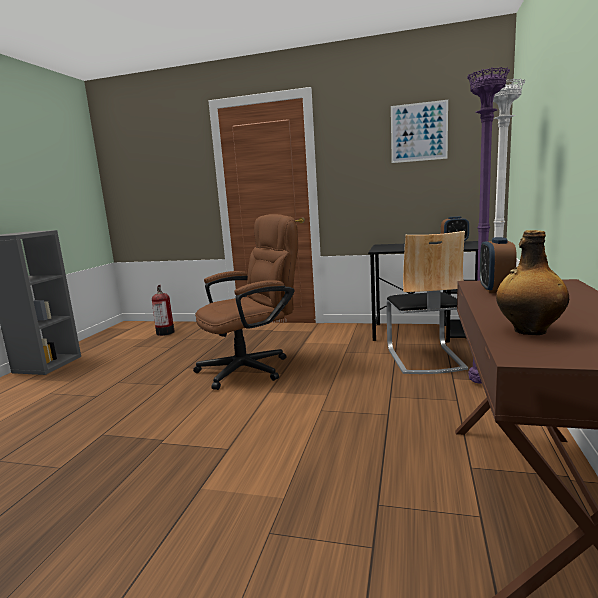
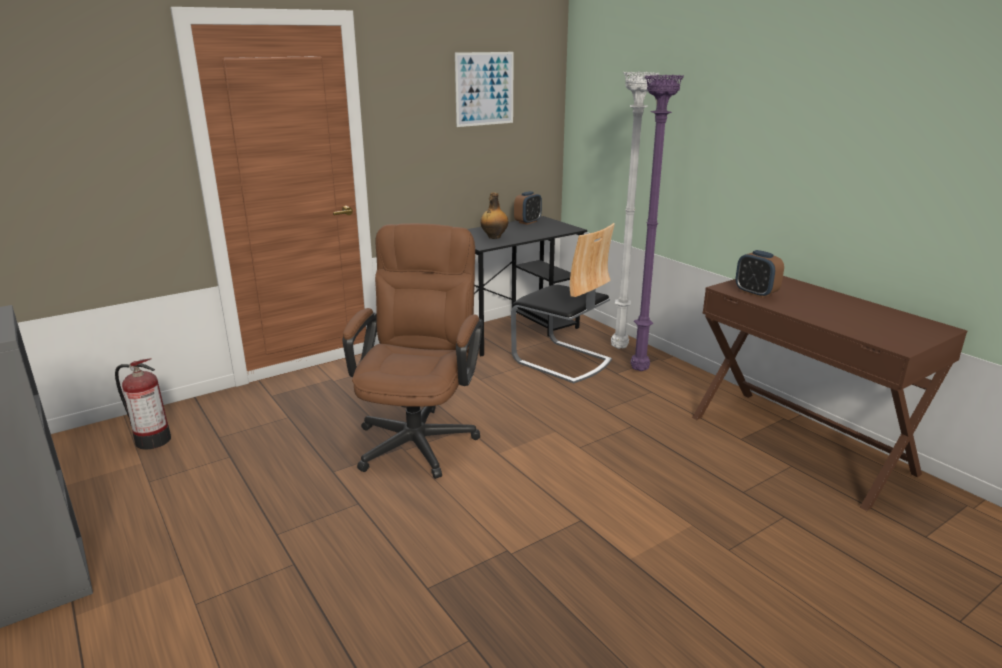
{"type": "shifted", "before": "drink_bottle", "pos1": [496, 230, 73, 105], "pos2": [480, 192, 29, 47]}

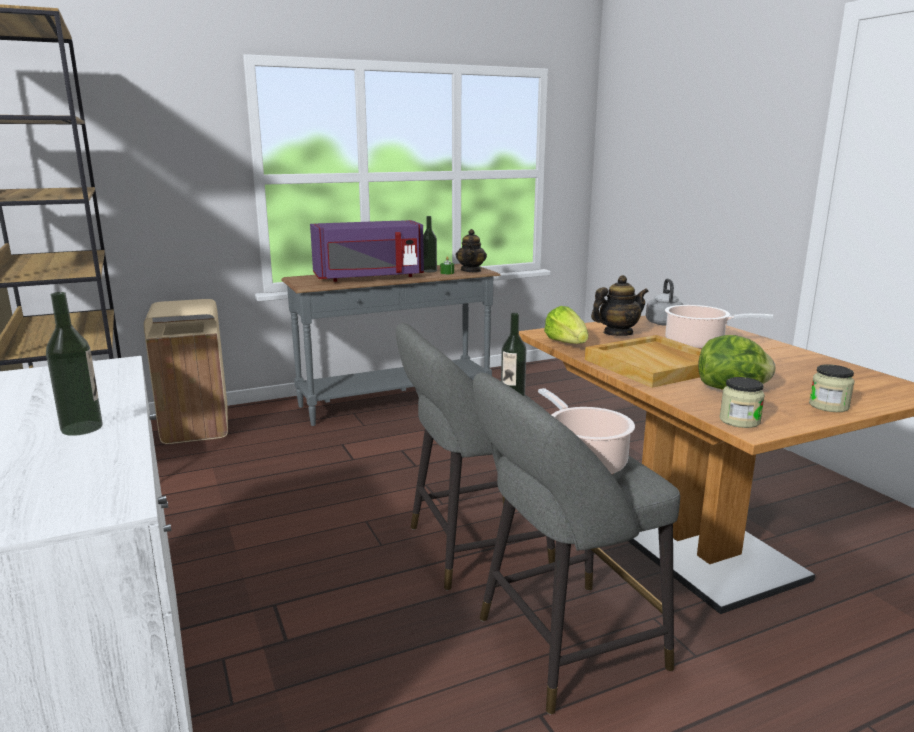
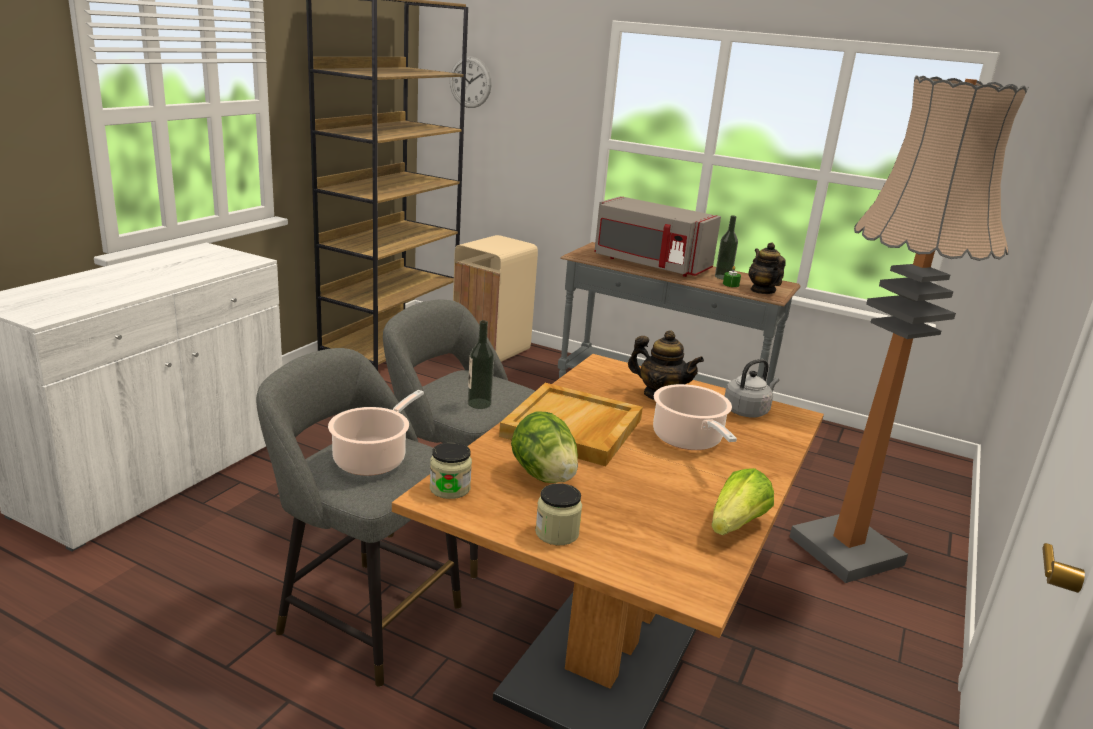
{"type": "gone", "before": "drink_bottle", "pos1": [46, 292, 57, 144]}
{"type": "repainted", "before": "purple-coloured_microwave", "after": "grey_microwave", "pos1": [310, 220, 114, 62], "pos2": [594, 196, 127, 81]}
{"type": "rotated", "before": "tea_pot", "pos1": [456, 229, 31, 43], "pos2": [748, 242, 38, 52], "turn": 105}
{"type": "shifted", "before": "head_of_lettuce", "pos1": [544, 306, 44, 38], "pos2": [711, 468, 63, 67]}
{"type": "new", "after": "hanging_clock", "pos2": [450, 56, 42, 52]}
{"type": "new", "after": "standard_lamp", "pos2": [790, 76, 239, 507]}

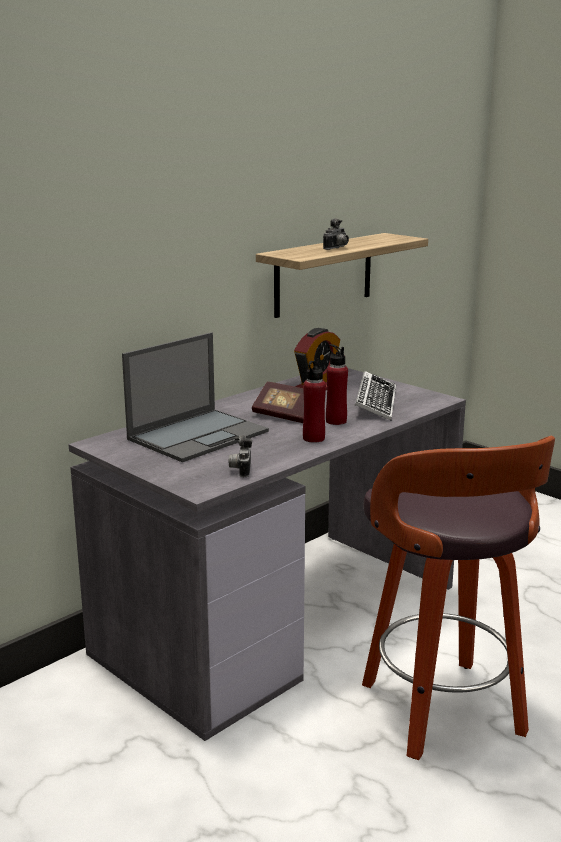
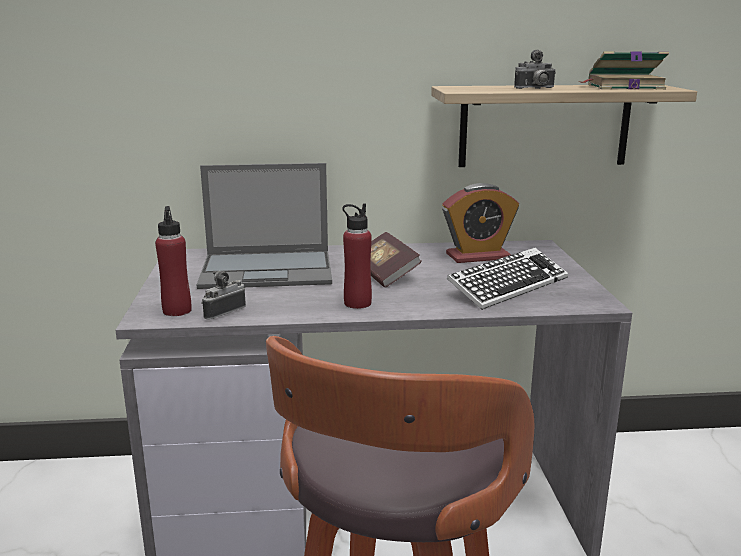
{"type": "shifted", "before": "reddish_drink_bottle", "pos1": [326, 344, 22, 81], "pos2": [155, 206, 36, 110]}
{"type": "new", "after": "bound_book", "pos2": [578, 51, 91, 38]}

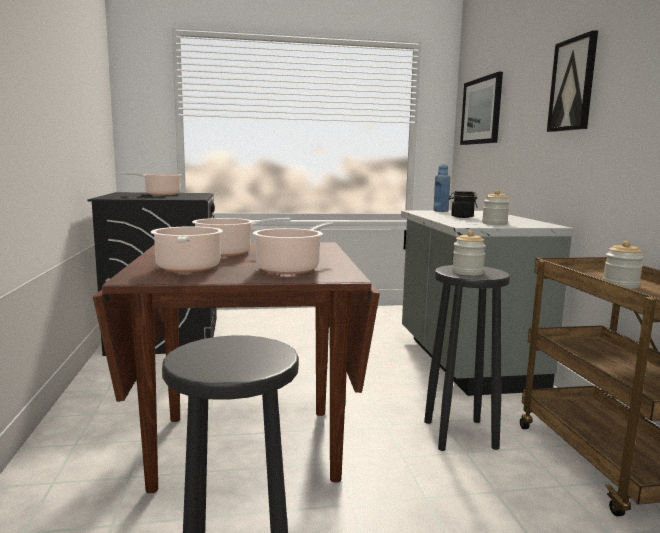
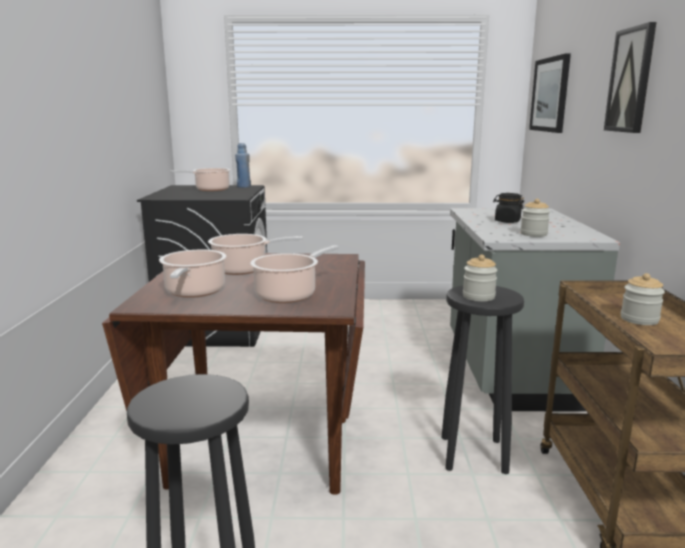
{"type": "shifted", "before": "bluish_drink_bottle", "pos1": [433, 164, 17, 48], "pos2": [235, 143, 16, 45]}

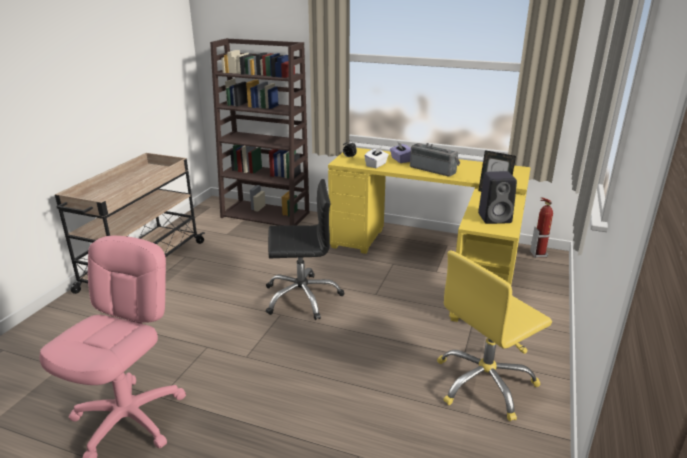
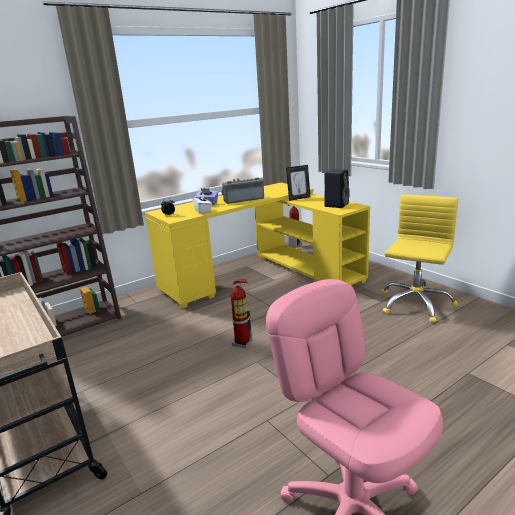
{"type": "swapped", "before": "black_computer_chair", "after": "extinguisher", "pos1": [266, 179, 79, 141], "pos2": [231, 279, 21, 69]}
{"type": "rotated", "before": "yellow-coloured_computer_chair", "pos1": [437, 251, 115, 170], "pos2": [381, 194, 77, 129], "turn": -150}

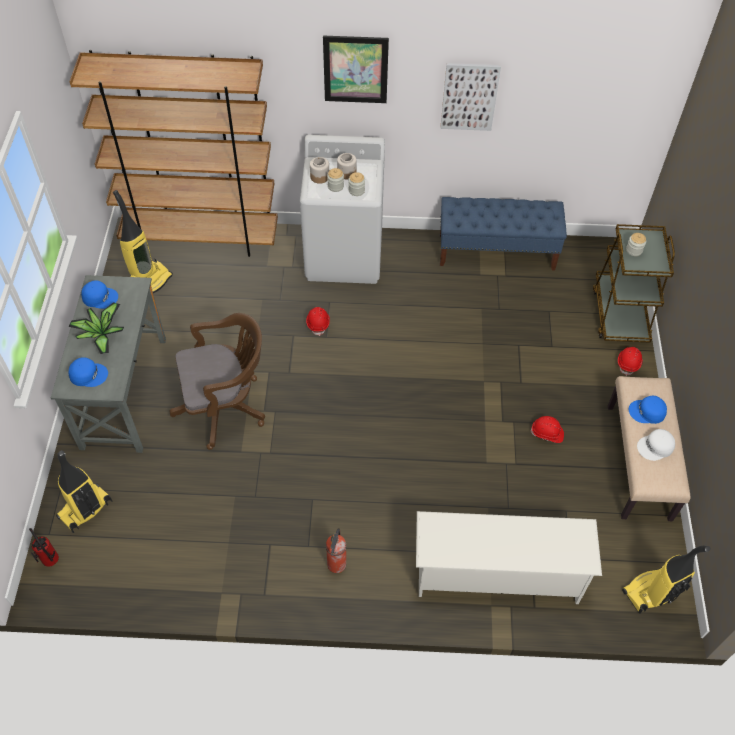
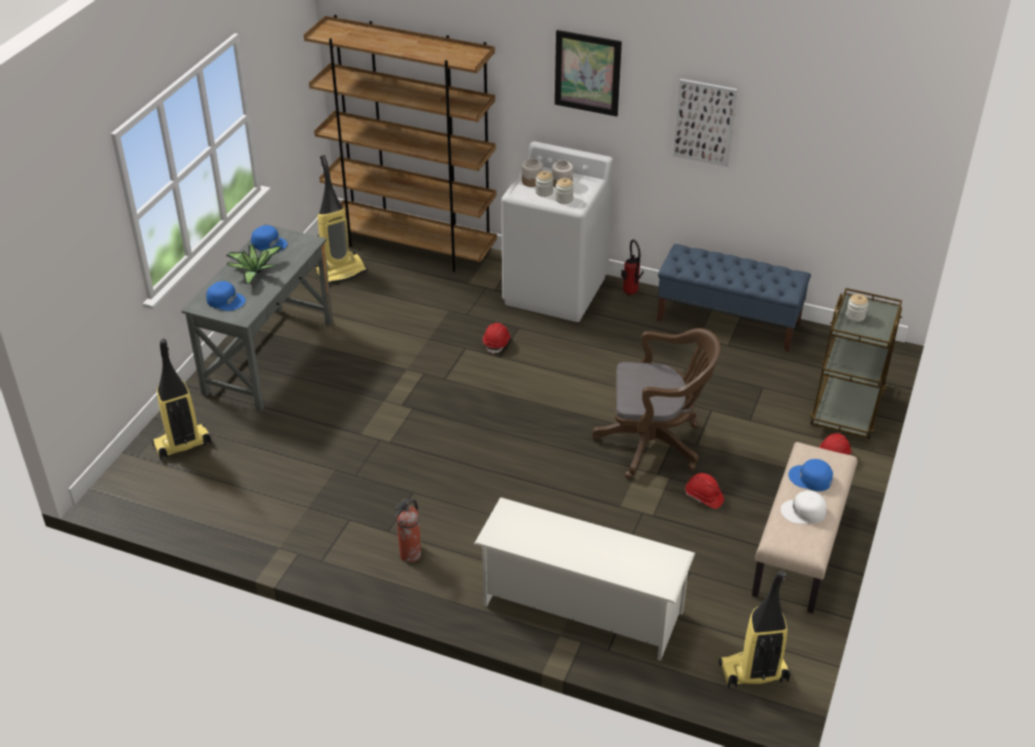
{"type": "shifted", "before": "extinguisher", "pos1": [29, 528, 30, 39], "pos2": [621, 239, 22, 56]}
{"type": "shifted", "before": "brown_computer_chair", "pos1": [169, 313, 96, 137], "pos2": [592, 328, 128, 151]}

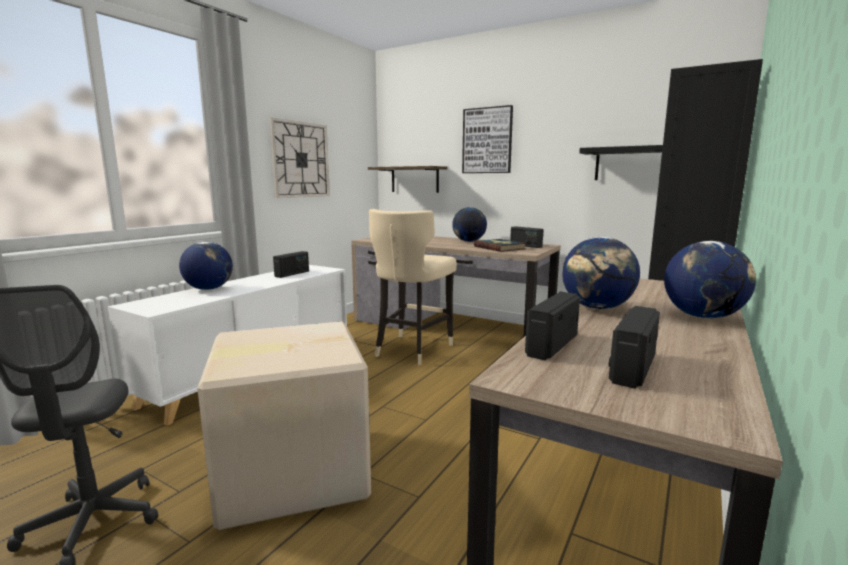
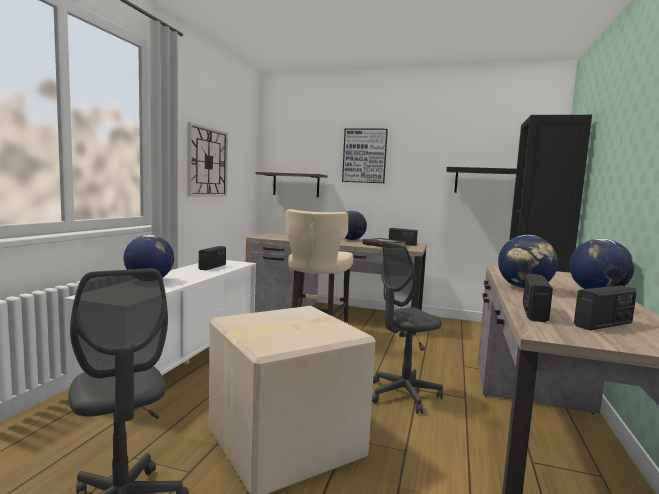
{"type": "rotated", "before": "radio", "pos1": [609, 306, 51, 83], "pos2": [574, 285, 63, 45], "turn": -135}
{"type": "new", "after": "grey_computer_chair", "pos2": [372, 241, 71, 173]}

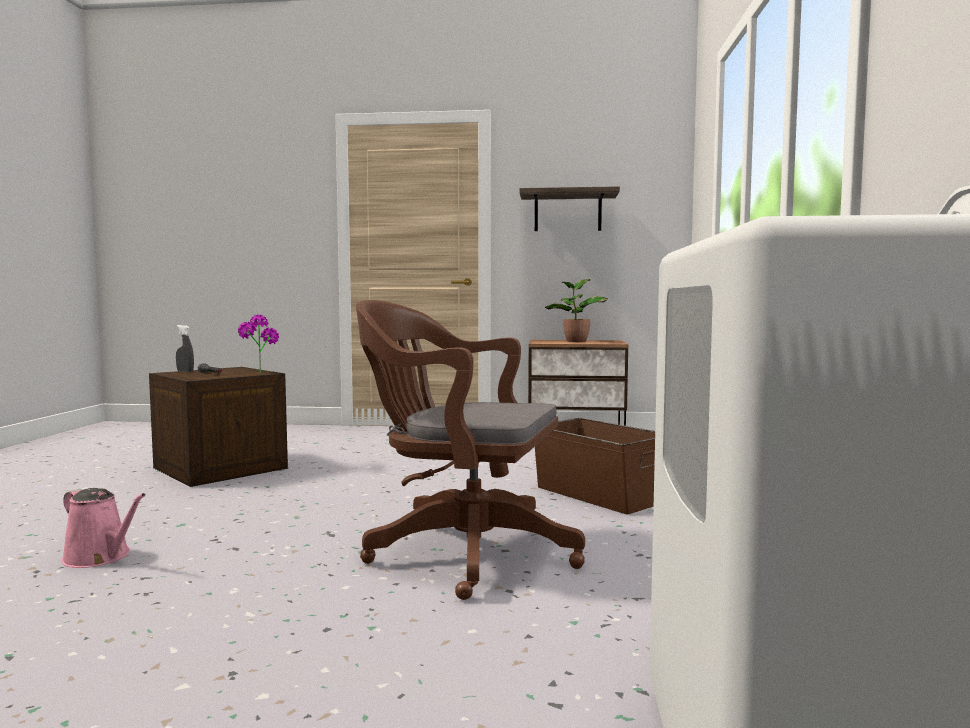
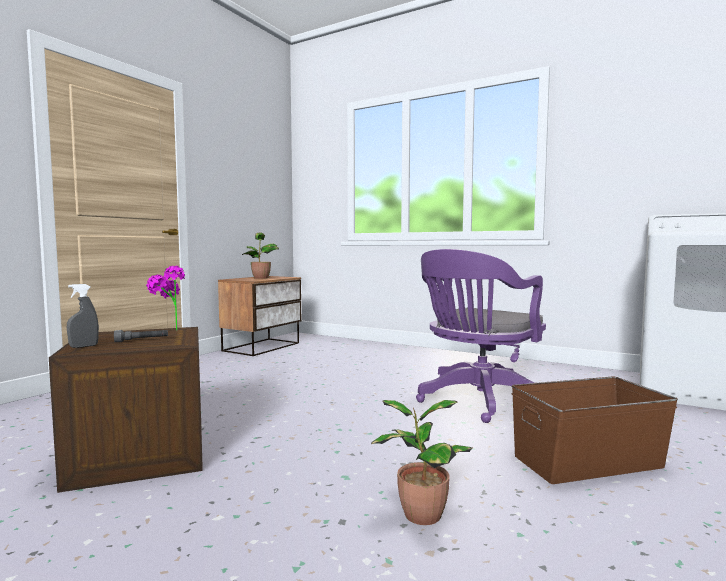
{"type": "swapped", "before": "pinkish_watering_pot", "after": "houseplant", "pos1": [61, 488, 85, 80], "pos2": [371, 400, 101, 125]}
{"type": "repainted", "before": "brown_computer_chair", "after": "purple-coloured_computer_chair", "pos1": [356, 300, 229, 300], "pos2": [416, 249, 130, 174]}
{"type": "gone", "before": "bracket_shelf", "pos1": [519, 186, 101, 45]}
{"type": "shifted", "before": "brown_storage_bin", "pos1": [535, 418, 120, 96], "pos2": [512, 377, 166, 107]}

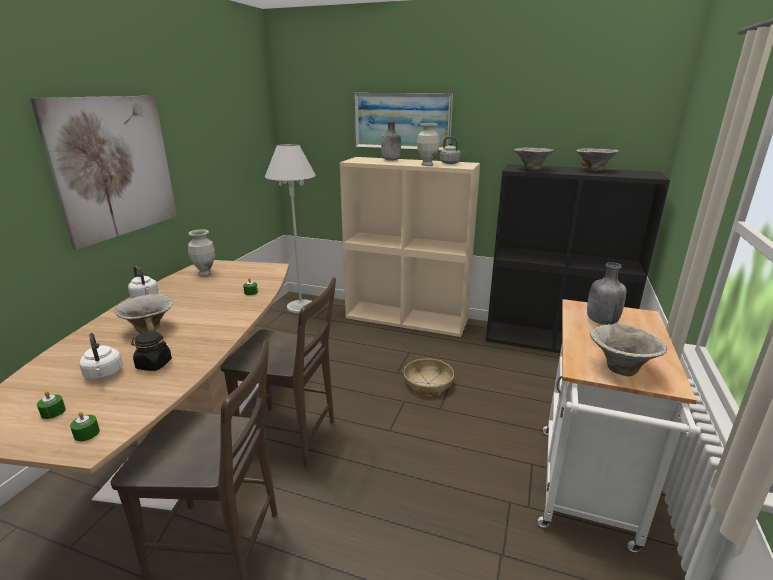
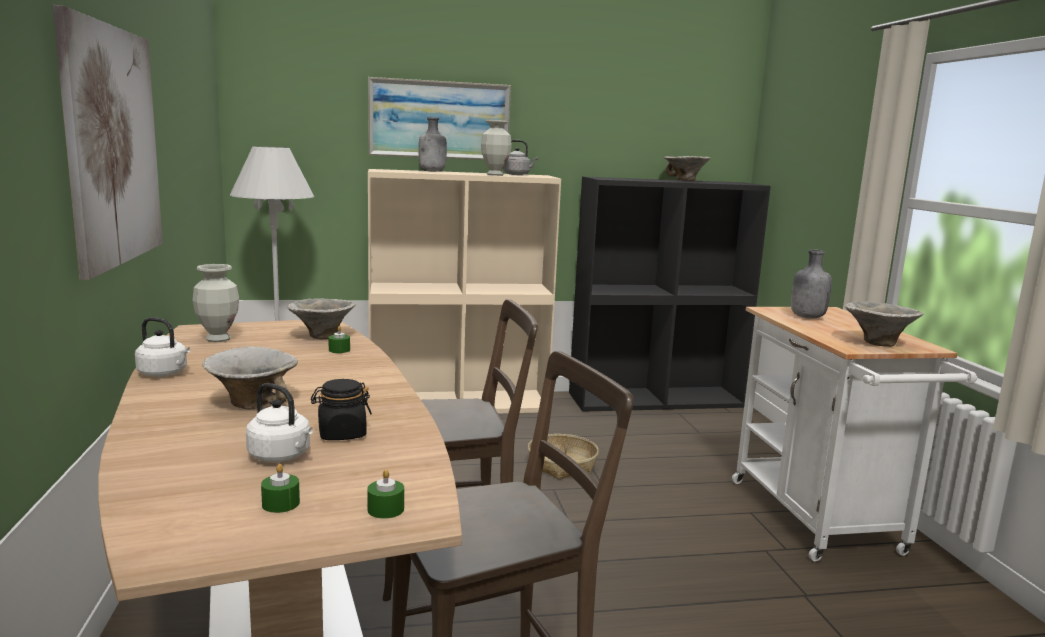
{"type": "shifted", "before": "deep_dish", "pos1": [514, 147, 40, 23], "pos2": [287, 298, 69, 41]}

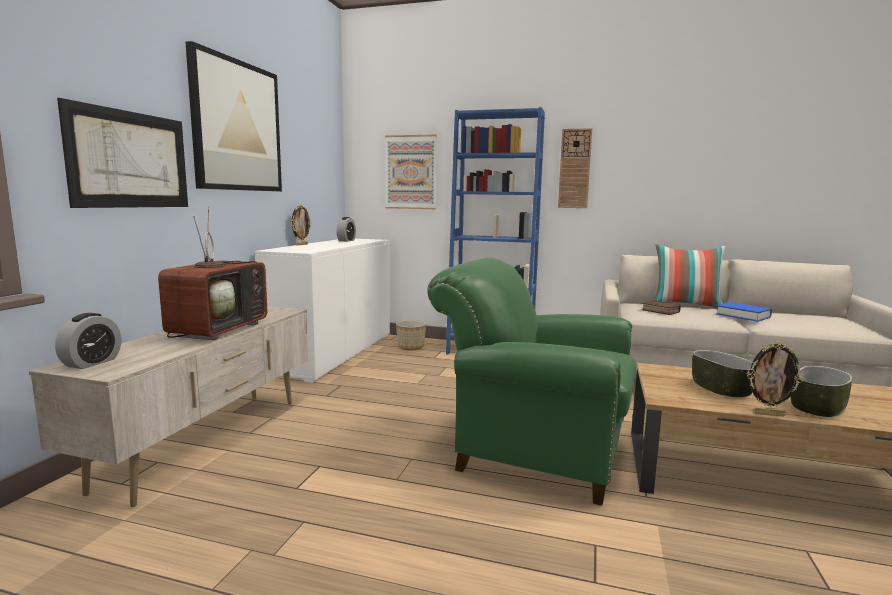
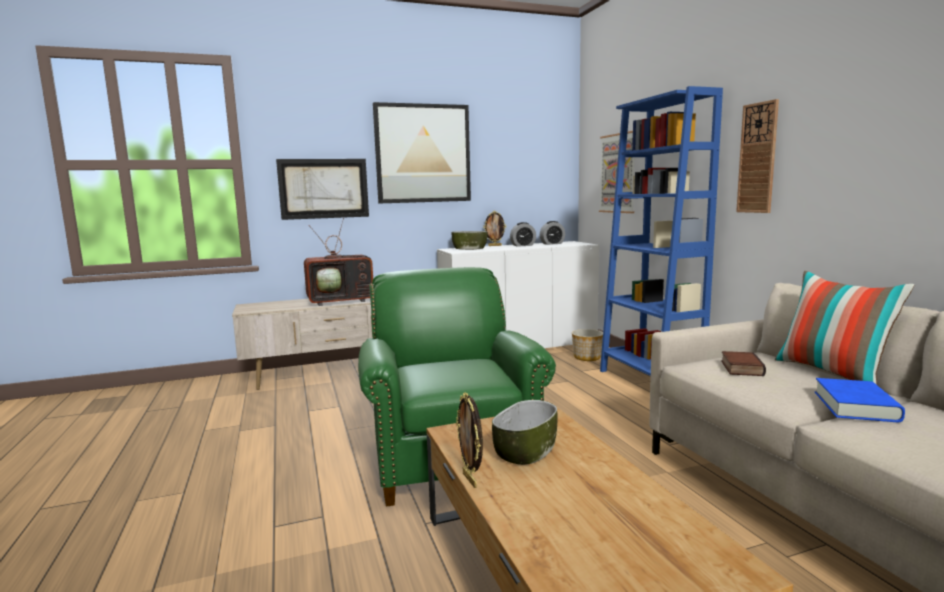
{"type": "shifted", "before": "table_clock", "pos1": [55, 313, 66, 56], "pos2": [510, 222, 26, 25]}
{"type": "shifted", "before": "deep_dish", "pos1": [791, 366, 61, 51], "pos2": [451, 231, 37, 19]}

